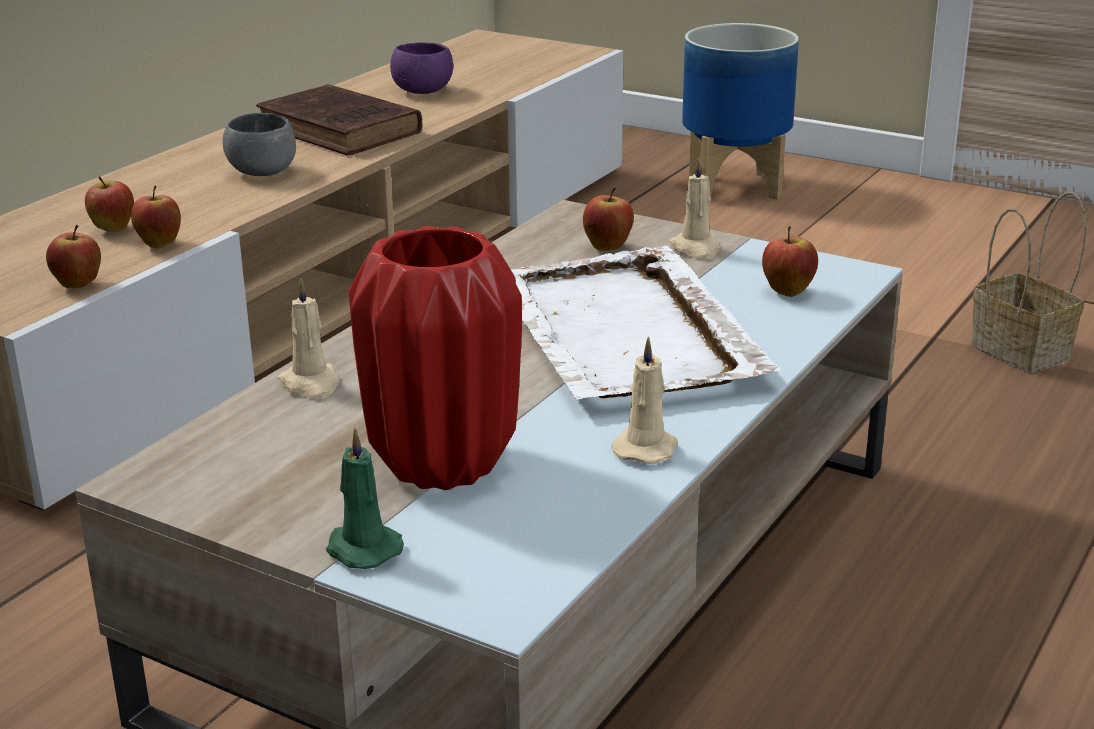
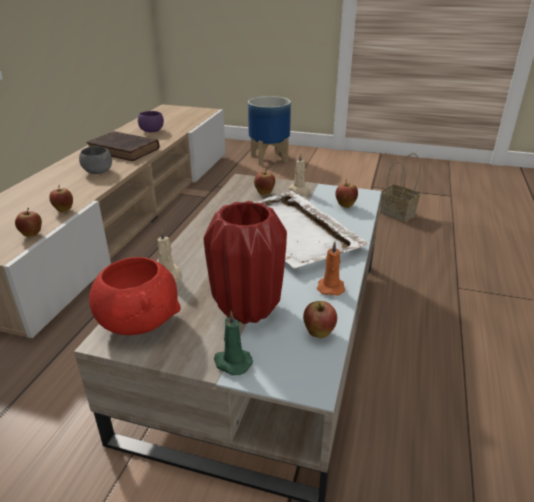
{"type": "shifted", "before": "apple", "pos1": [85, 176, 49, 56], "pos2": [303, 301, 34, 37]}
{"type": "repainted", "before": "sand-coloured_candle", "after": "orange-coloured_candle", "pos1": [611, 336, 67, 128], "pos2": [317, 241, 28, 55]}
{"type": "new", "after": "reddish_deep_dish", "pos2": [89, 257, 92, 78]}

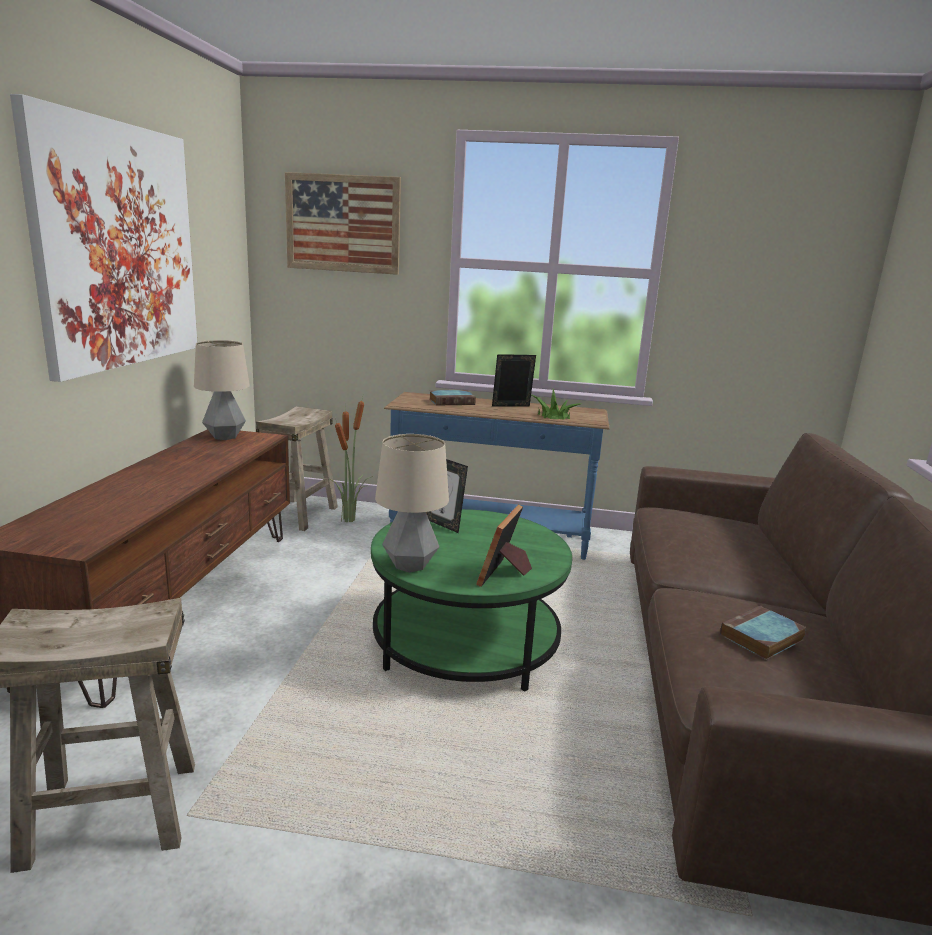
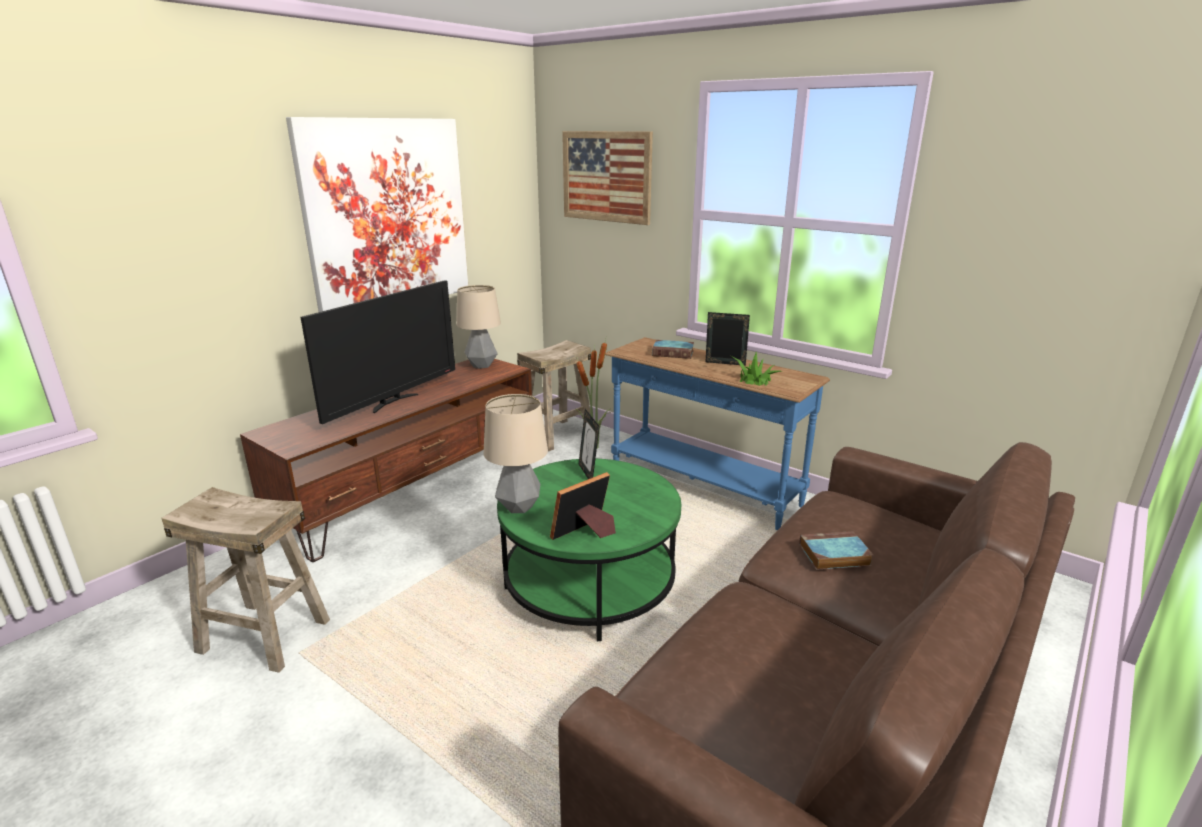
{"type": "shifted", "before": "bound_book", "pos1": [720, 606, 87, 54], "pos2": [799, 531, 74, 39]}
{"type": "new", "after": "TV", "pos2": [300, 280, 155, 144]}

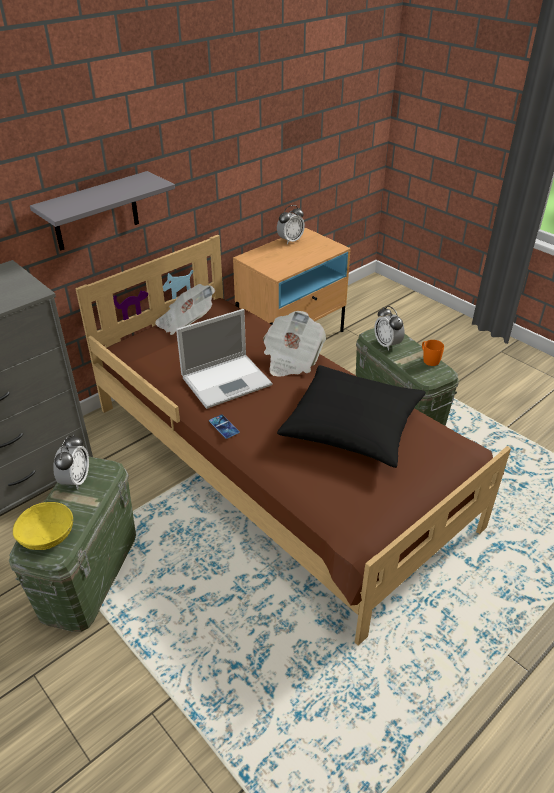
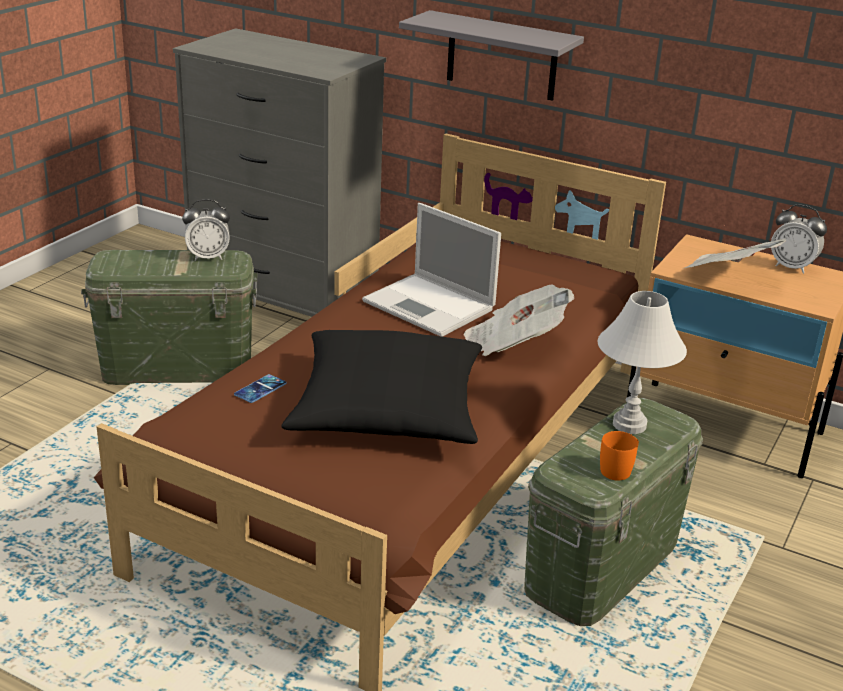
{"type": "gone", "before": "yellow-coloured_deep_dish", "pos1": [13, 502, 60, 48]}
{"type": "shifted", "before": "daily_paper", "pos1": [155, 284, 60, 51], "pos2": [682, 238, 104, 31]}
{"type": "shifted", "before": "phone", "pos1": [209, 414, 31, 25], "pos2": [234, 374, 53, 29]}
{"type": "swapped", "before": "table_clock", "after": "white-coloured_tabletop_lamp", "pos1": [374, 306, 31, 45], "pos2": [597, 291, 90, 143]}

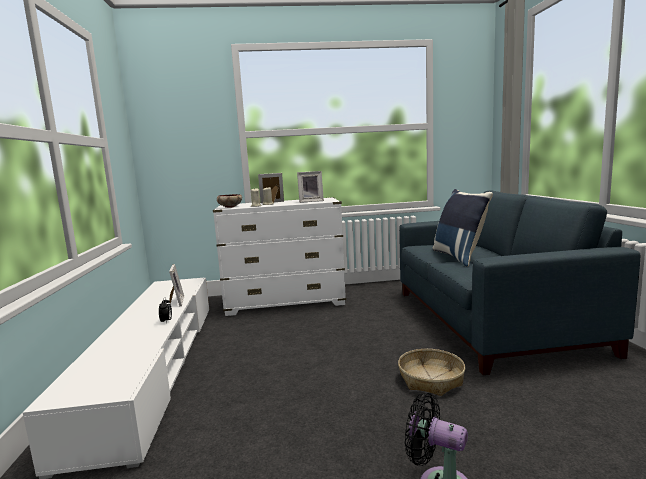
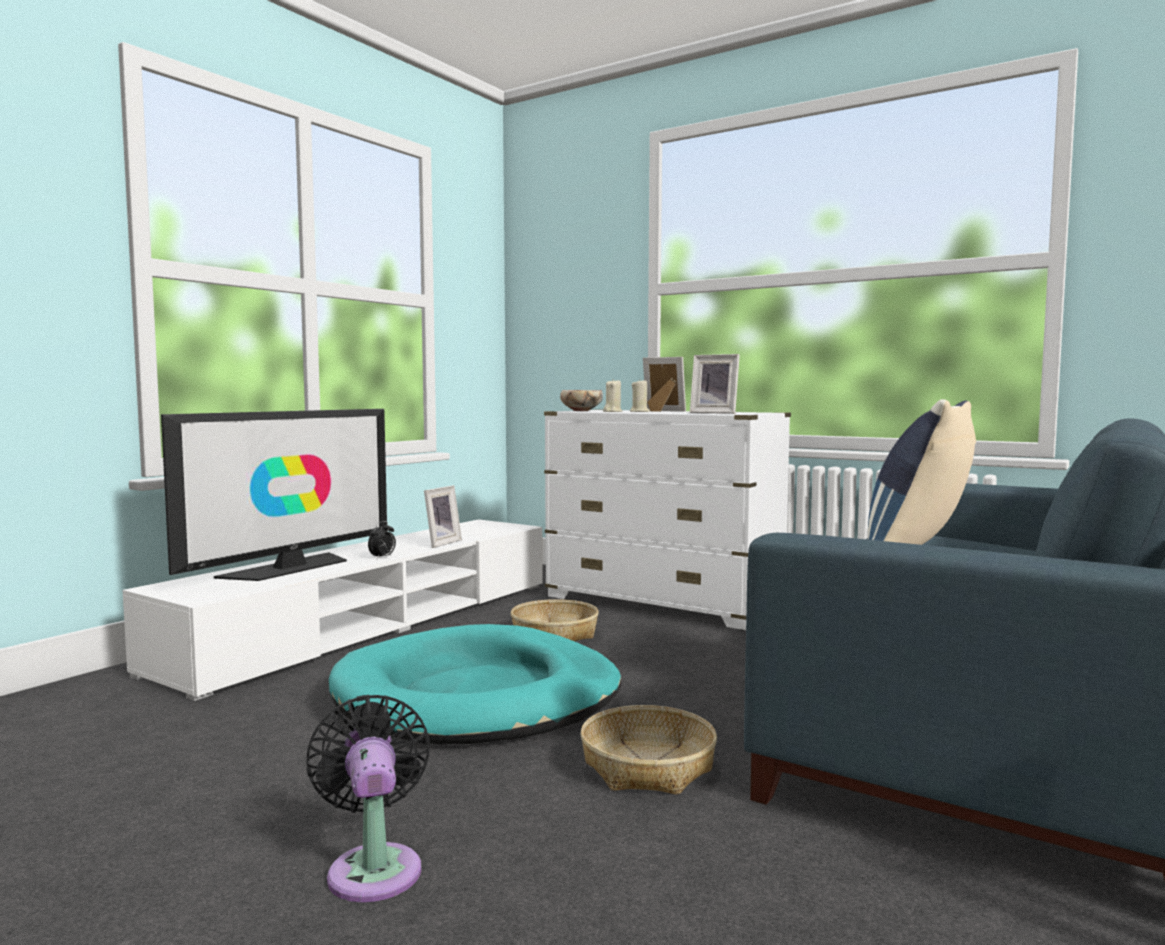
{"type": "new", "after": "TV", "pos2": [161, 409, 226, 172]}
{"type": "new", "after": "turquoise-coloured_dog_cushion", "pos2": [329, 624, 292, 120]}
{"type": "new", "after": "basket", "pos2": [511, 599, 88, 42]}

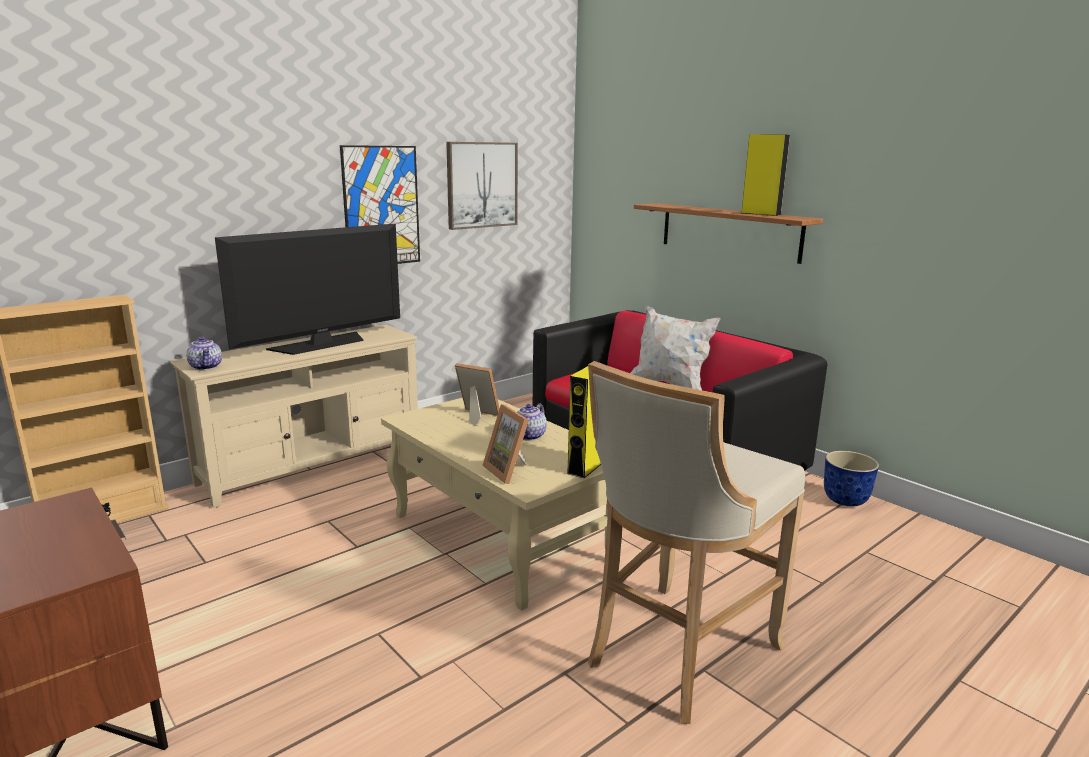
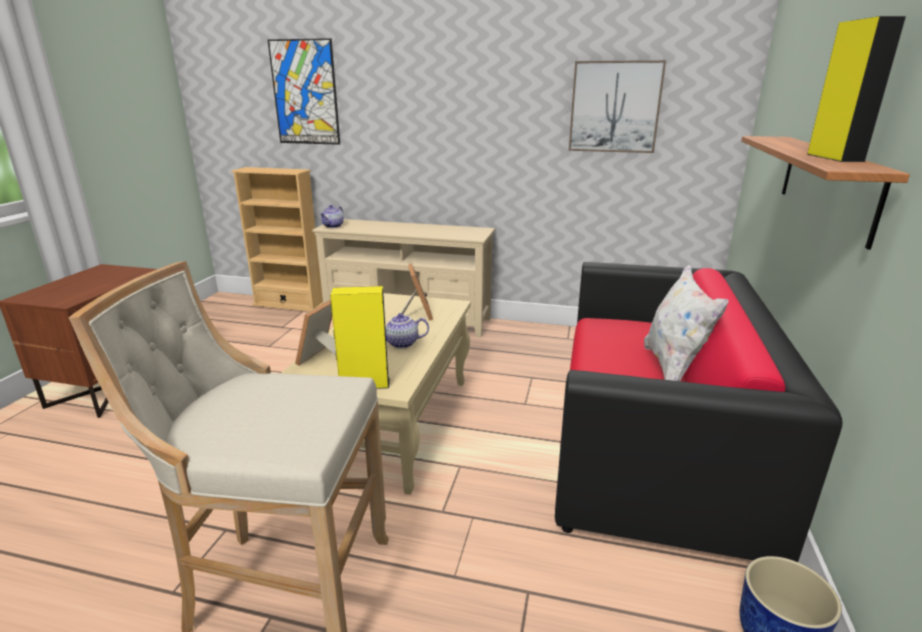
{"type": "gone", "before": "TV", "pos1": [215, 224, 185, 131]}
{"type": "shifted", "before": "wall_art", "pos1": [340, 145, 80, 119], "pos2": [268, 38, 72, 107]}

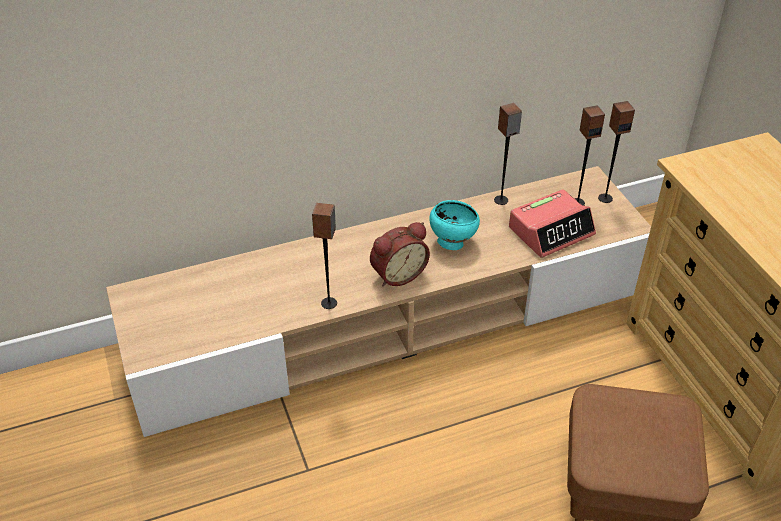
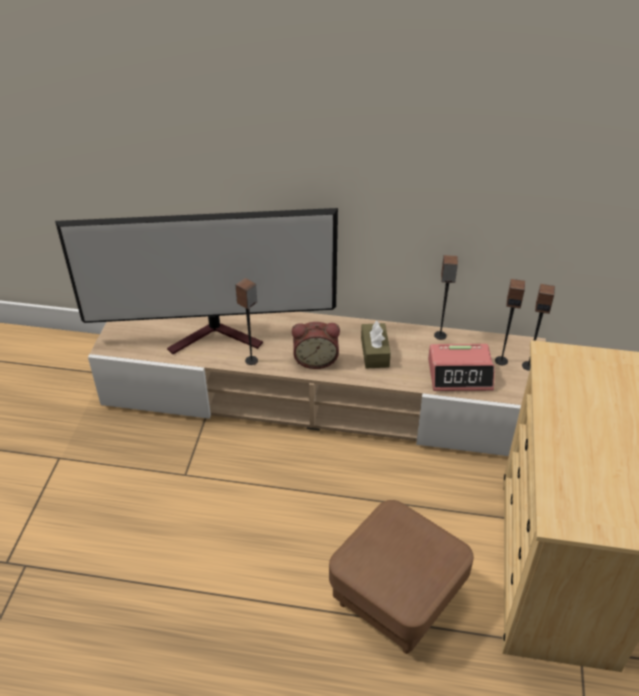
{"type": "swapped", "before": "turquoise-coloured_deep_dish", "after": "brown_tissue_box", "pos1": [429, 200, 51, 50], "pos2": [361, 321, 30, 47]}
{"type": "new", "after": "TV", "pos2": [55, 208, 283, 146]}

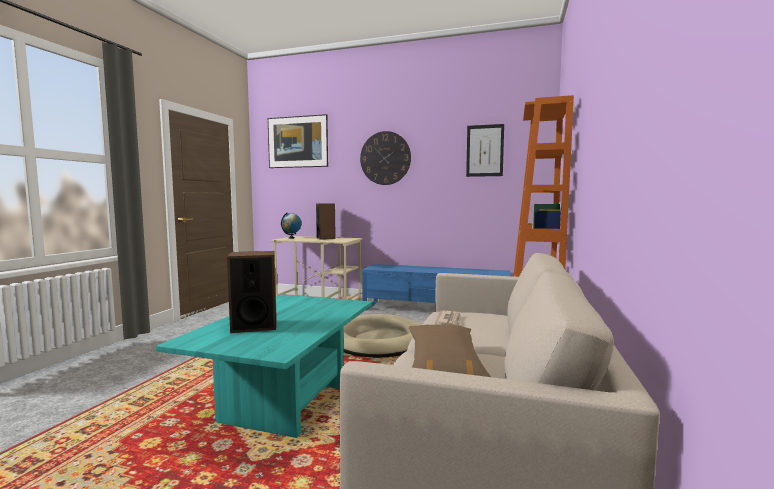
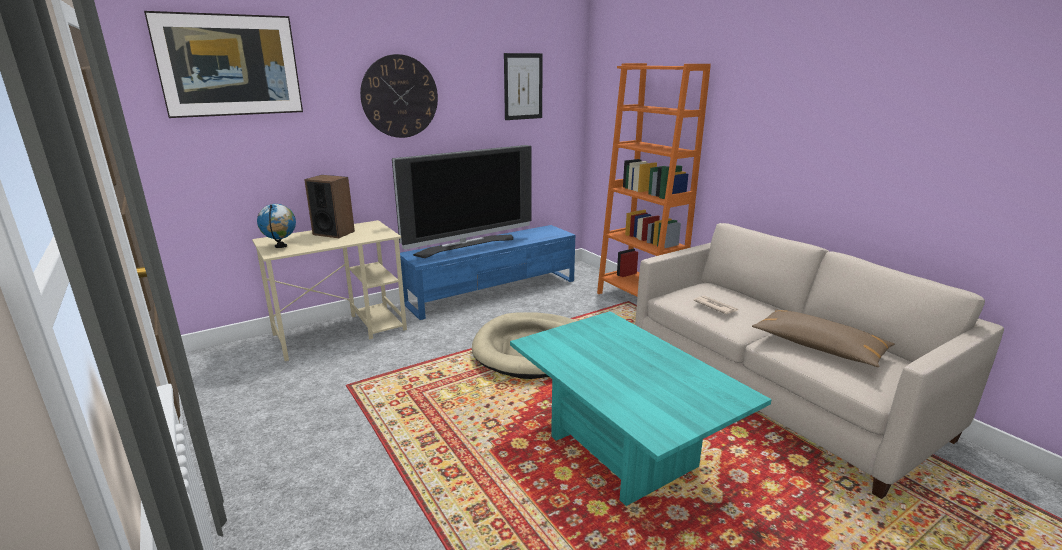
{"type": "gone", "before": "loudspeaker", "pos1": [227, 251, 50, 82]}
{"type": "new", "after": "TV", "pos2": [392, 145, 140, 113]}

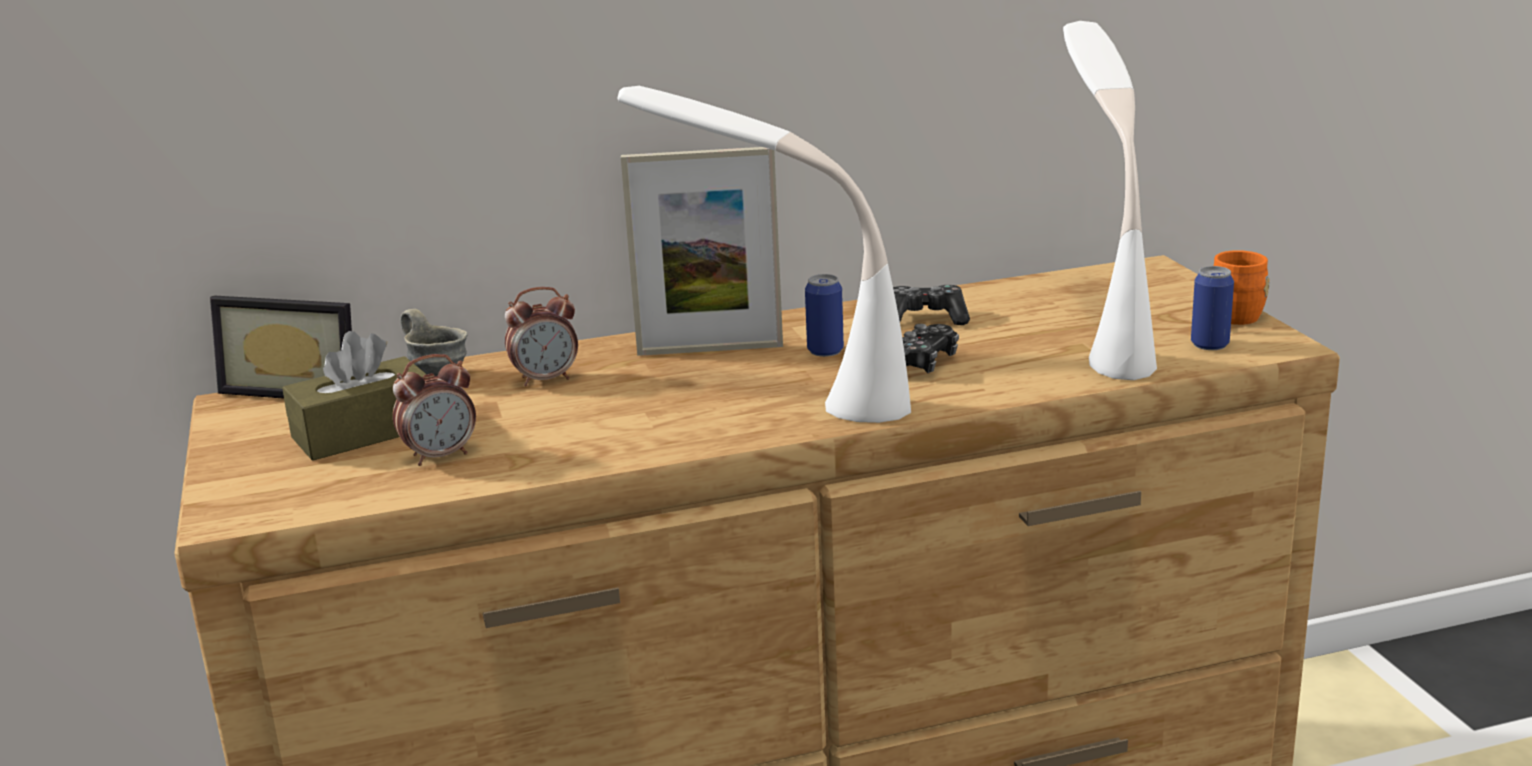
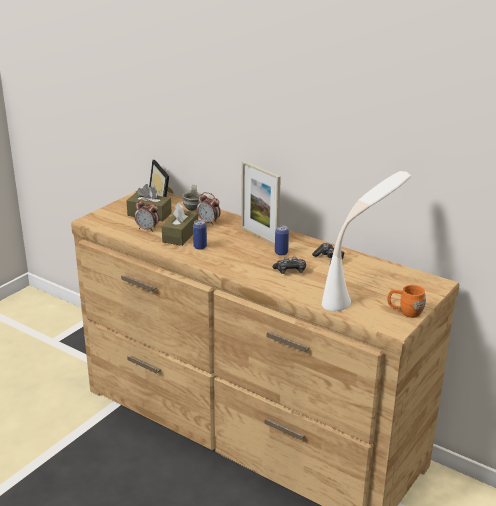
{"type": "gone", "before": "white-coloured_tabletop_lamp", "pos1": [617, 86, 294, 337]}
{"type": "shifted", "before": "sealed_can", "pos1": [1191, 266, 43, 84], "pos2": [193, 220, 14, 30]}
{"type": "new", "after": "brown_tissue_box", "pos2": [162, 203, 36, 43]}

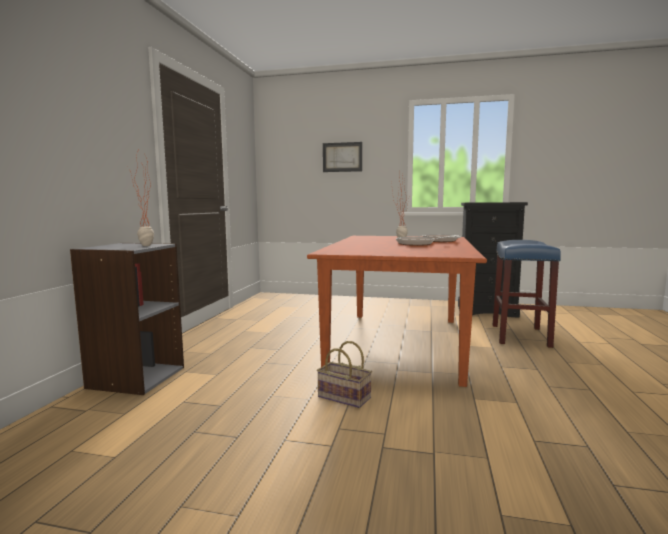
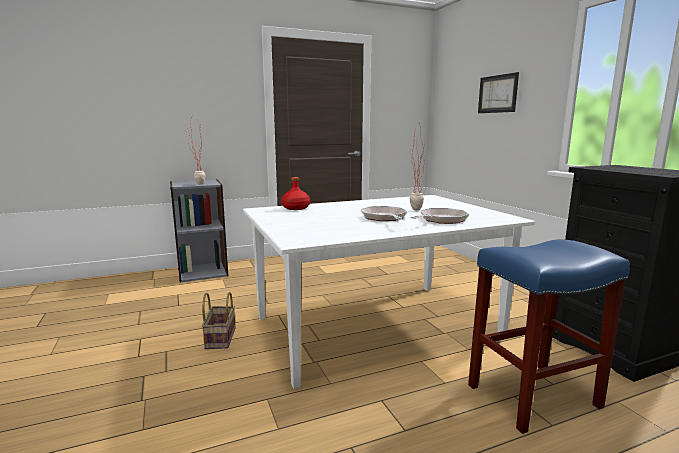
{"type": "repainted", "before": "brown_dinner_table", "after": "white-coloured_dinner_table", "pos1": [307, 236, 180, 151], "pos2": [243, 195, 292, 194]}
{"type": "new", "after": "reddish_drink_bottle", "pos2": [281, 177, 29, 33]}

